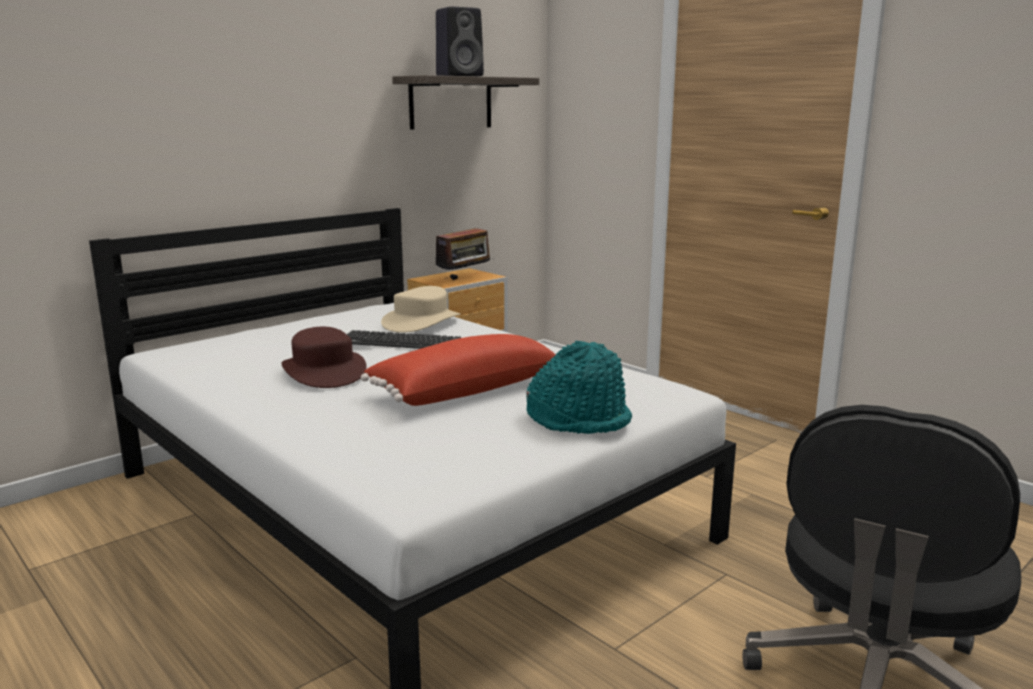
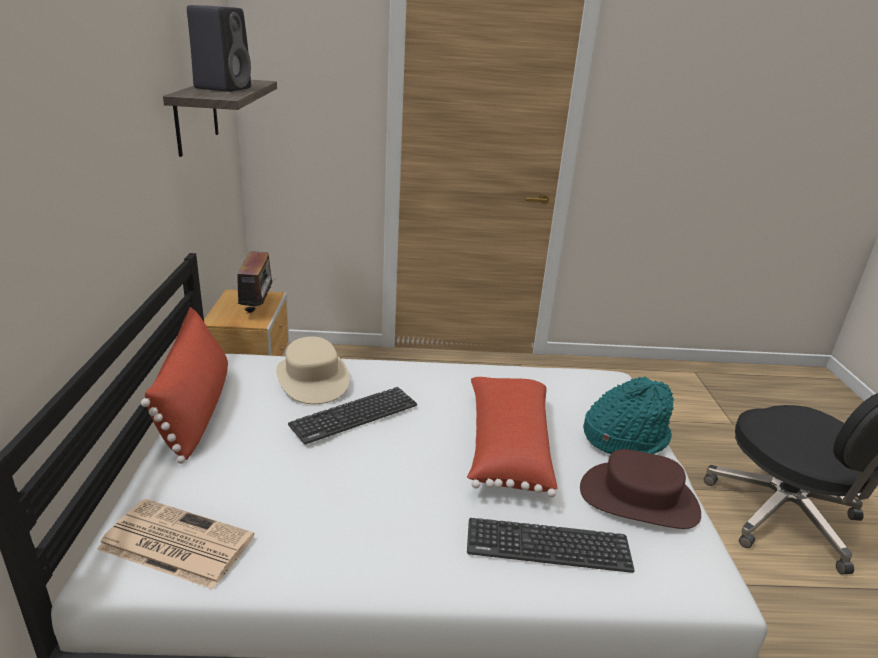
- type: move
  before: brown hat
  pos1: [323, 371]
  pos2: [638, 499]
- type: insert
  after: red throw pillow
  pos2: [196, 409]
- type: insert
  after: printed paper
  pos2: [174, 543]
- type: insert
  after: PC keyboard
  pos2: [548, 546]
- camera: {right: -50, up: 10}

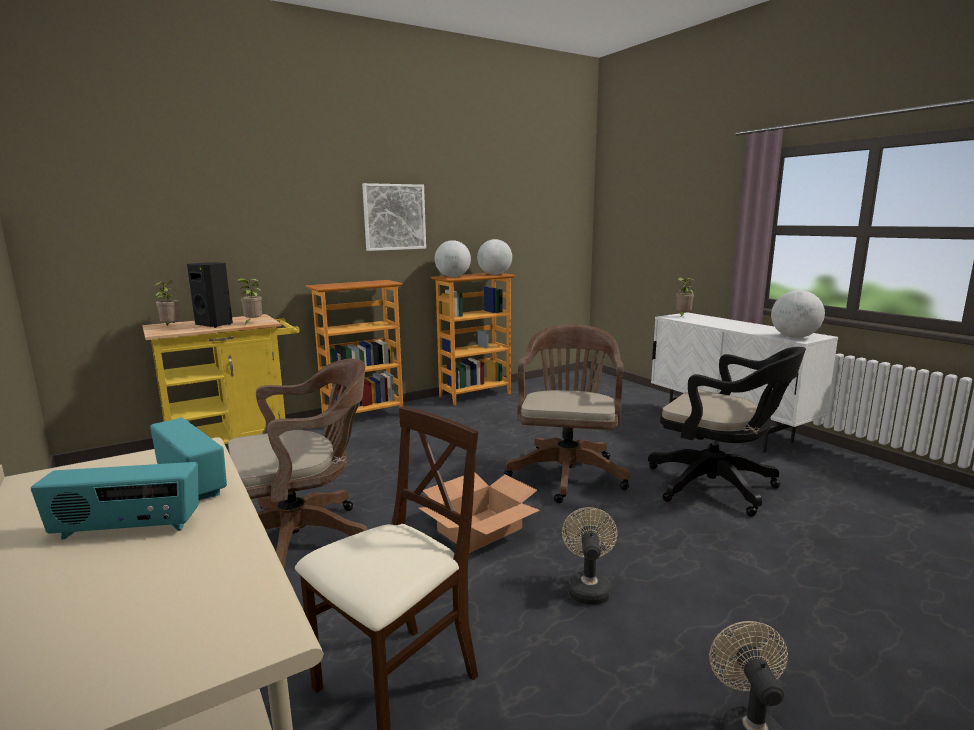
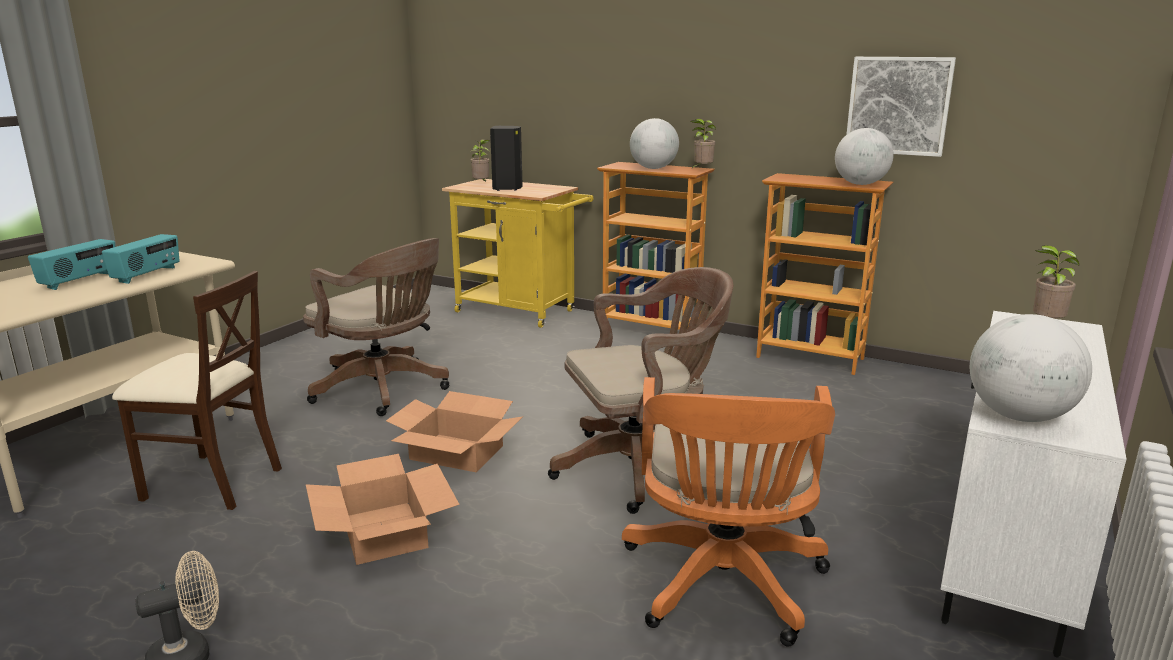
- type: move
  before: picture
  pos1: [394, 217]
  pos2: [898, 105]
- type: move
  before: desk globe
  pos1: [453, 277]
  pos2: [653, 168]
- type: move
  before: houseplant
  pos1: [252, 323]
  pos2: [701, 169]
- type: recolor
  before: blackish desk chair
  after: orange desk chair
  pos1: [718, 487]
  pos2: [723, 587]
- type: rotate
  before: radio set
  pos1: [126, 529]
  pos2: [80, 281]
  turn: -120
- type: replace
  before: beige electric fan
  after: packing box
  pos1: [588, 587]
  pos2: [384, 532]
- camera: {right: 60, up: 5}

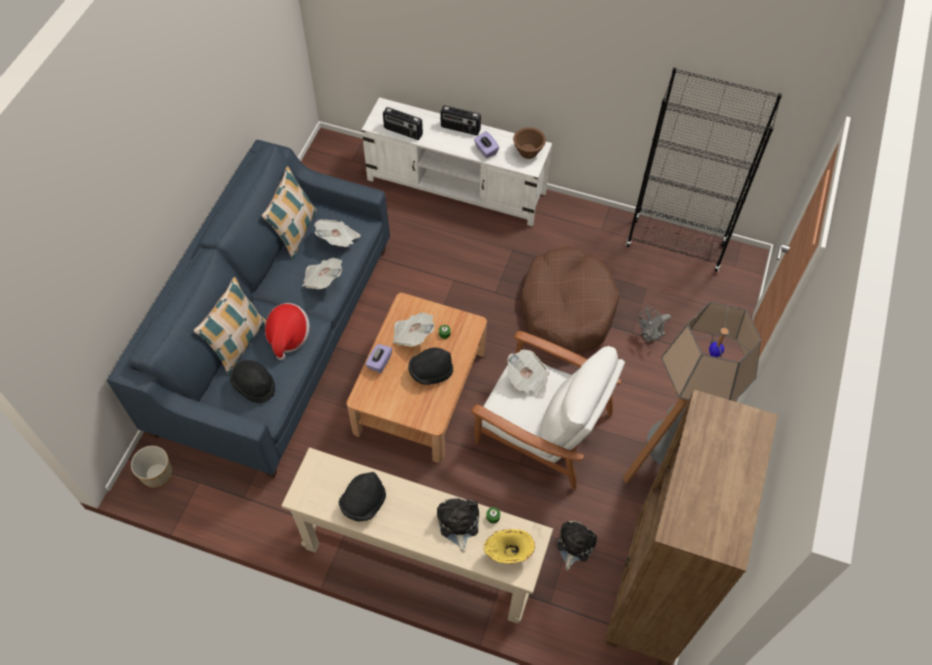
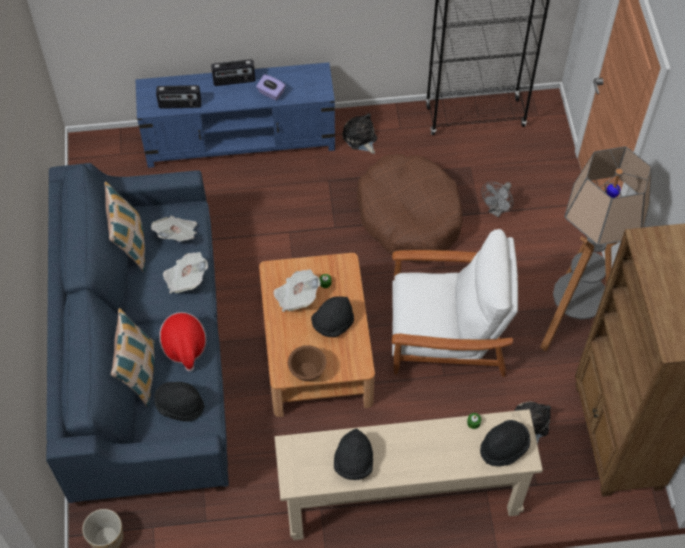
- type: recolor
  before: white media console
  after: blue-coloured media console
  pos1: [457, 187]
  pos2: [241, 140]
- type: move
  before: brown bowl
  pos1: [528, 152]
  pos2: [307, 372]
- type: delete
  before: purple-coloured box of tissues
  pos1: [379, 362]
- type: delete
  before: printed paper
  pos1: [527, 380]
- type: move
  before: cuddly toy
  pos1: [458, 523]
  pos2: [360, 138]
- type: replace
  before: yellowish vase
  after: blackish hat
  pos1: [508, 553]
  pos2: [504, 447]
- camera: {right: -25, up: 0}

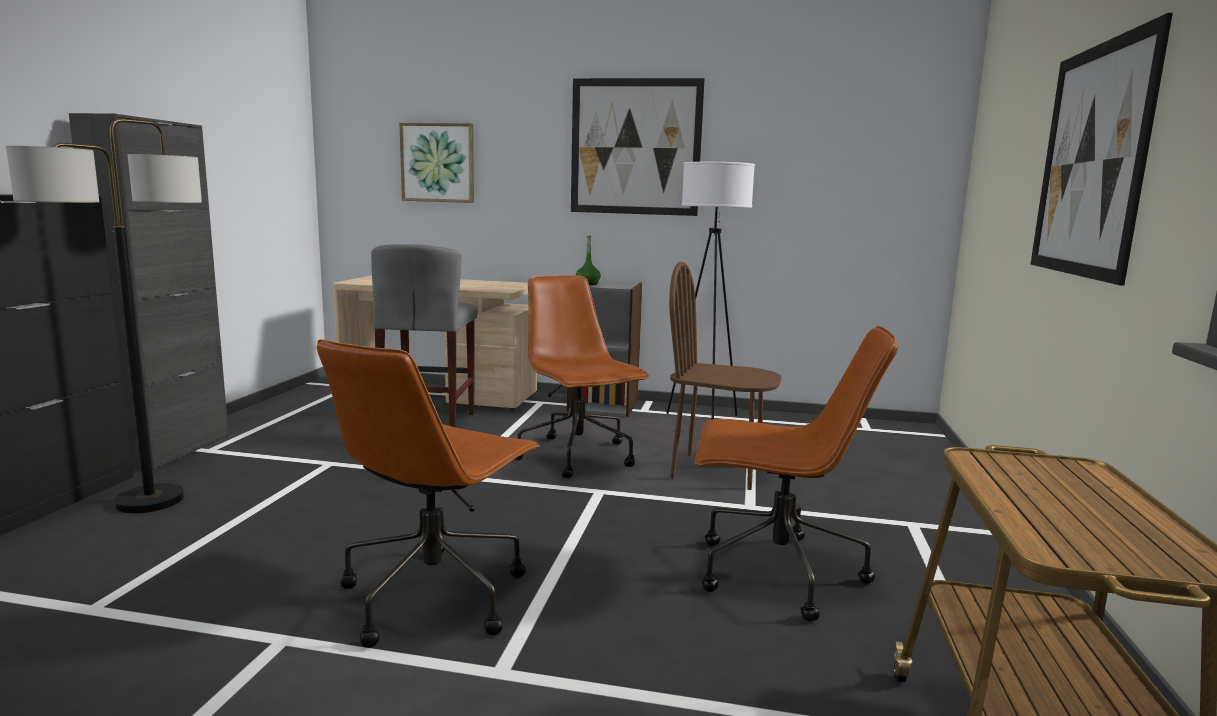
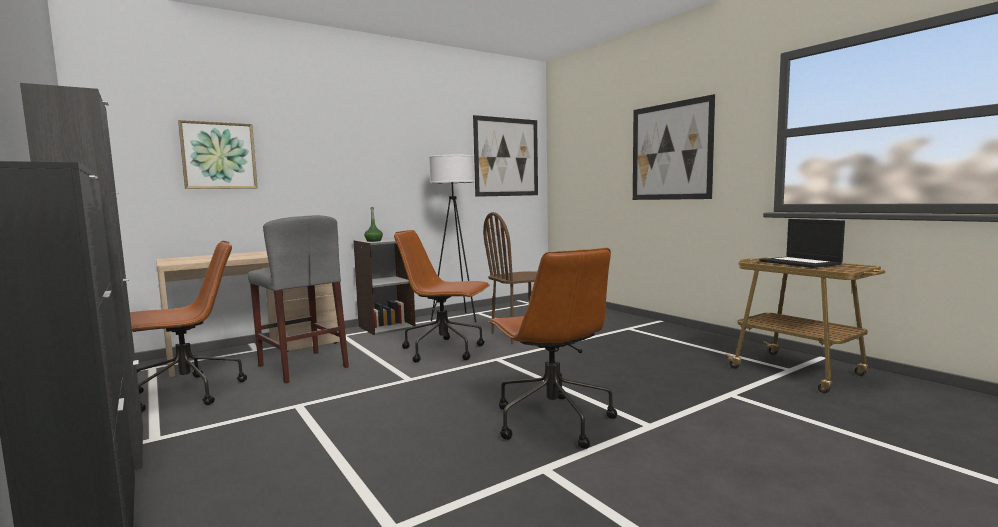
- type: move
  before: picture
  pos1: [635, 147]
  pos2: [506, 157]
- type: delete
  before: floor lamp
  pos1: [149, 501]
- type: move
  before: brown desk chair
  pos1: [775, 573]
  pos2: [185, 393]
- type: insert
  after: laptop
  pos2: [801, 263]
- camera: {right: -45, up: -5}

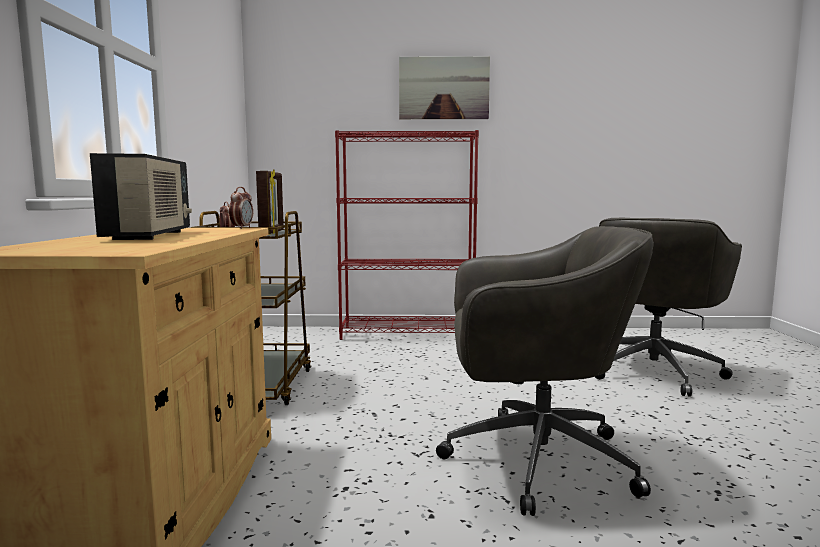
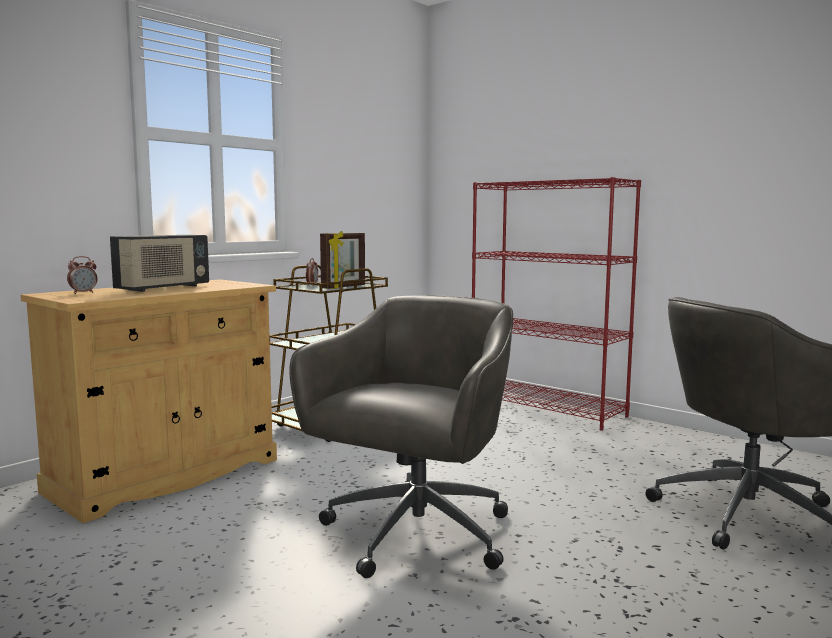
- type: delete
  before: picture
  pos1: [444, 88]
- type: move
  before: alarm clock
  pos1: [242, 228]
  pos2: [83, 293]
- type: rotate
  before: greyish desk chair
  pos1: [533, 460]
  pos2: [414, 535]
  turn: -105
- camera: {right: 40, up: 0}

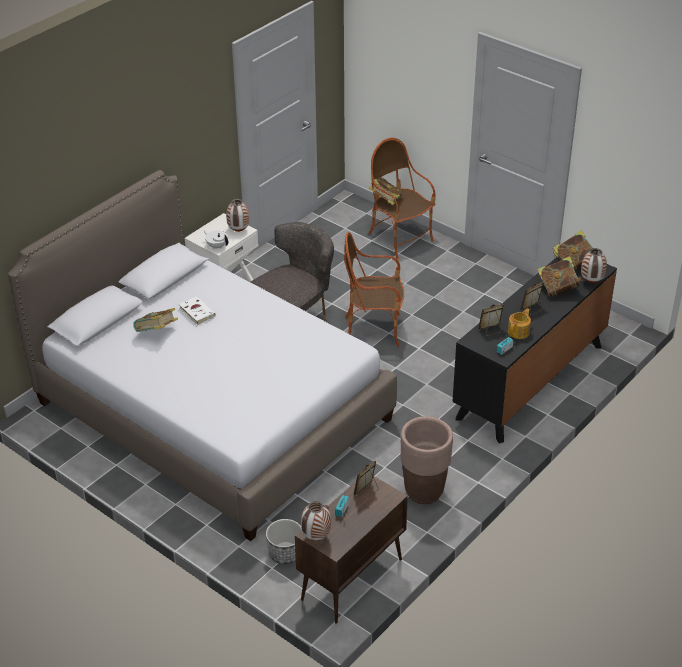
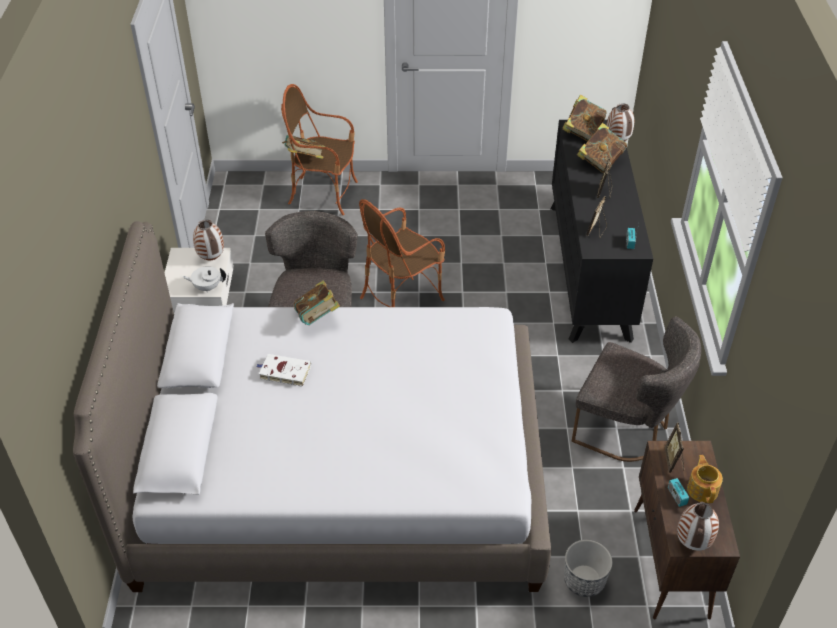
- type: move
  before: book
  pos1: [156, 333]
  pos2: [317, 317]
- type: move
  before: tea pot
  pos1: [519, 331]
  pos2: [702, 489]
- type: replace
  before: brown planter
  after: greyish plain chair
  pos1: [424, 492]
  pos2: [627, 429]
- camera: {right: -40, up: 5}

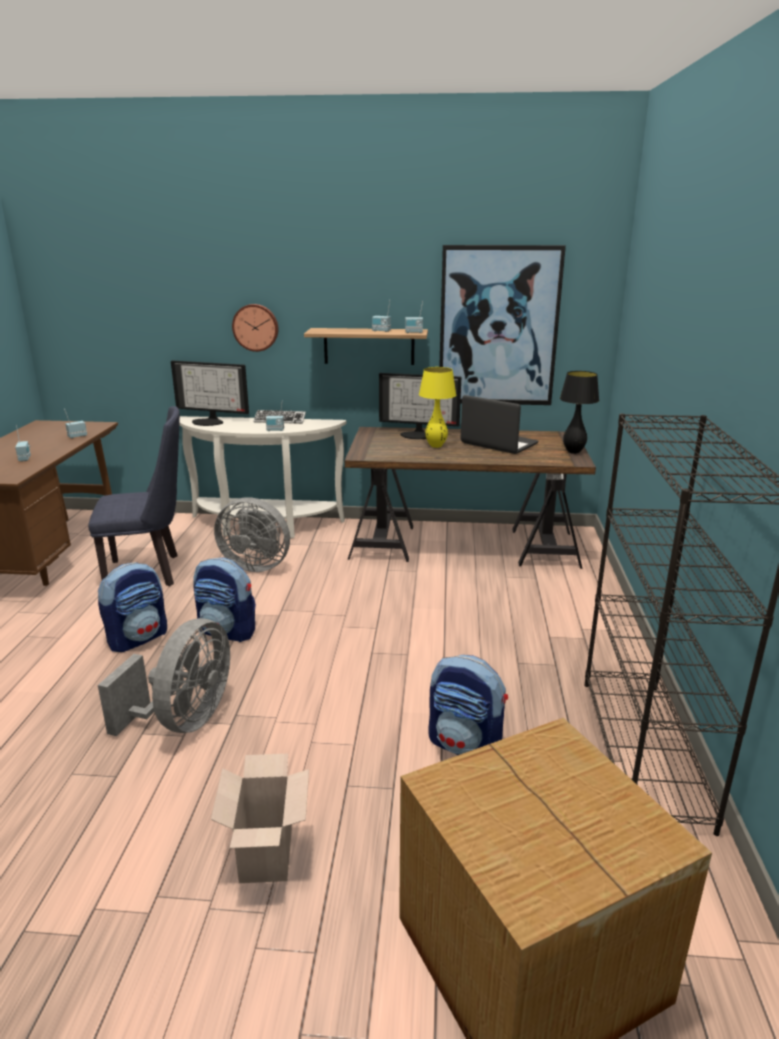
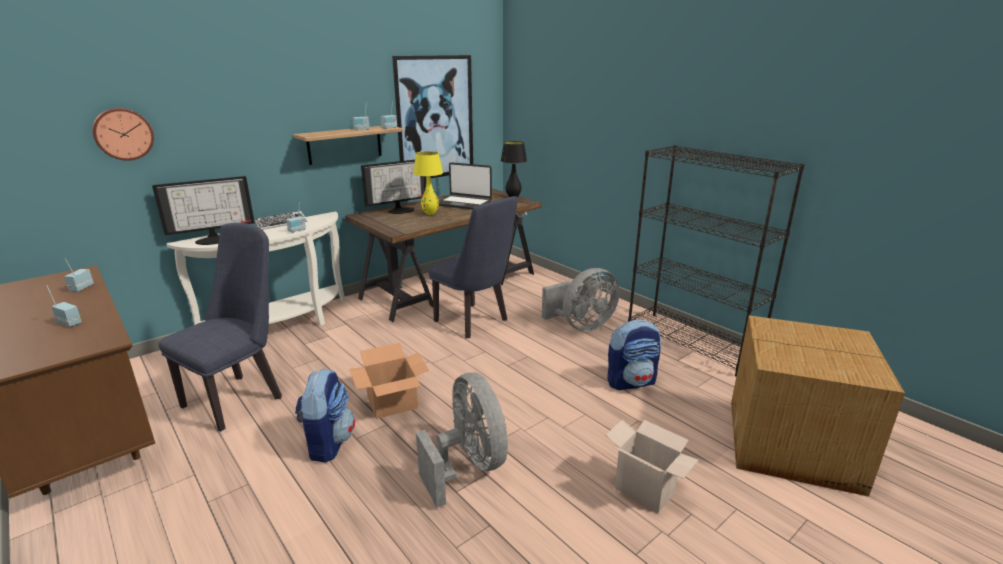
- type: move
  before: hanging clock
  pos1: [256, 327]
  pos2: [123, 134]
- type: rotate
  before: laptop
  pos1: [498, 444]
  pos2: [464, 203]
  turn: -150
- type: move
  before: greyish electric fan
  pos1: [256, 565]
  pos2: [582, 326]
- type: replace
  before: backpack
  after: packing box
  pos1: [228, 631]
  pos2: [393, 402]
- type: insert
  after: blue-coloured plain chair
  pos2: [475, 322]
- camera: {right: -45, up: 0}

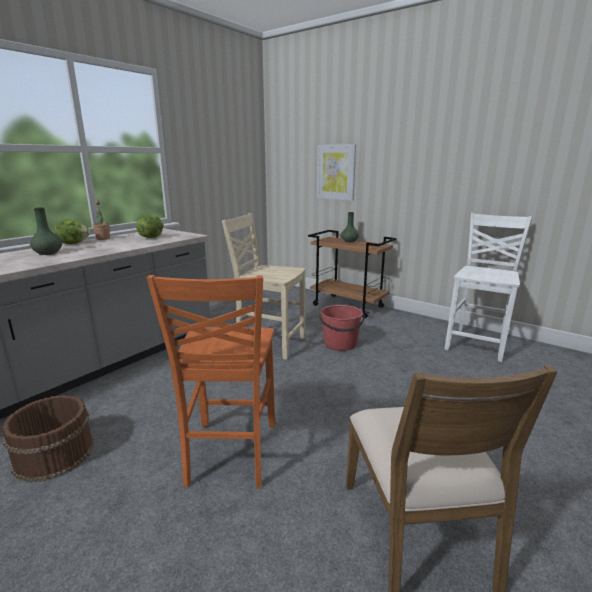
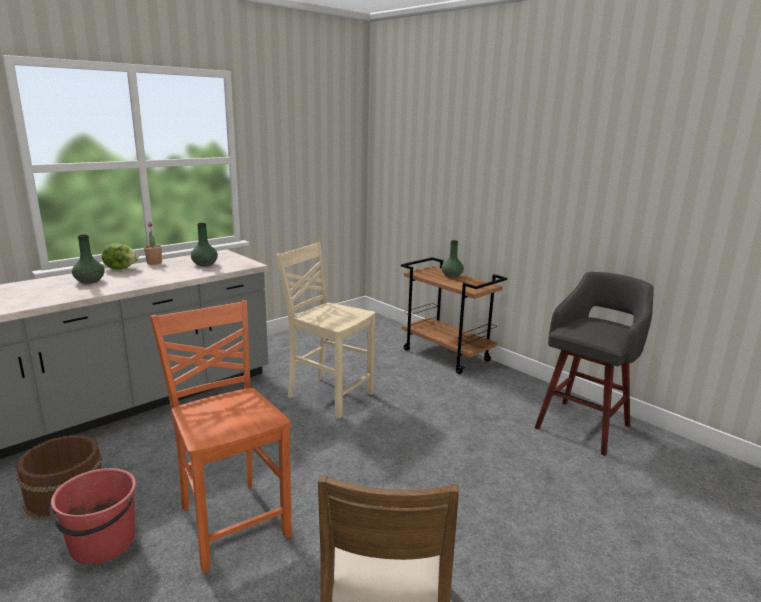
- type: delete
  before: picture
  pos1: [336, 172]
- type: replace
  before: white plain chair
  after: greyish stool seat
  pos1: [477, 344]
  pos2: [584, 425]
- type: replace
  before: head of lettuce
  after: green-coloured vase
  pos1: [151, 237]
  pos2: [204, 264]
- type: rotate
  before: orange plain chair
  pos1: [230, 454]
  pos2: [232, 521]
  turn: 135
- type: move
  before: red water bucket
  pos1: [340, 344]
  pos2: [102, 543]
- camera: {right: 10, up: 0}

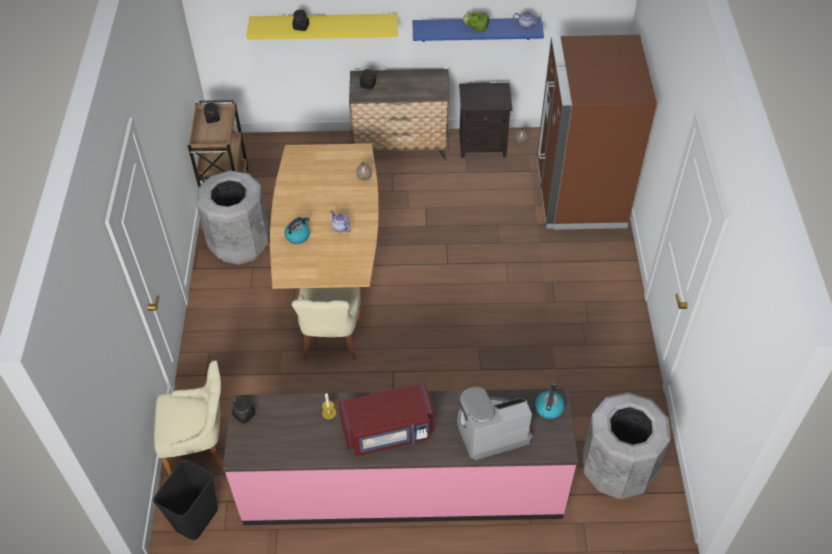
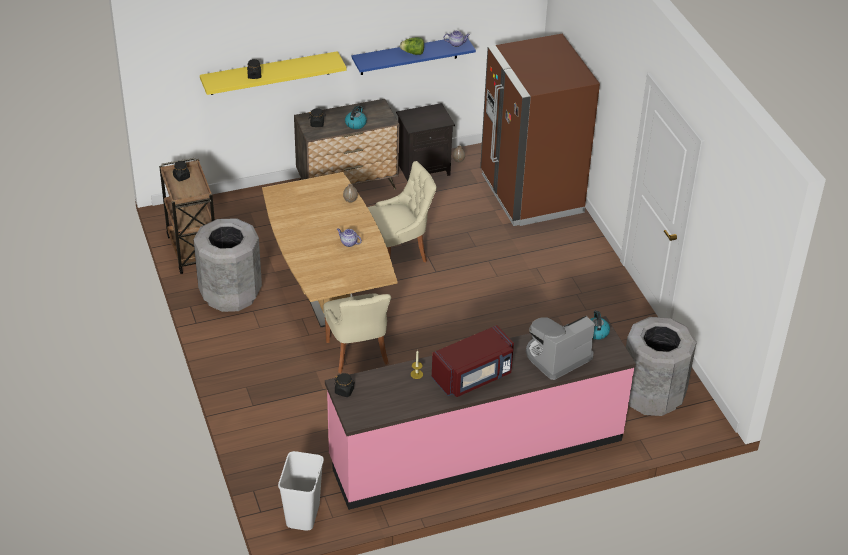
- type: move
  before: tea kettle
  pos1: [298, 235]
  pos2: [356, 124]
- type: move
  before: beige plain chair
  pos1: [201, 447]
  pos2: [399, 253]
- type: recolor
  before: blackish trash can
  after: white trash can
  pos1: [197, 519]
  pos2: [303, 515]
- camera: {right: -20, up: -10}

